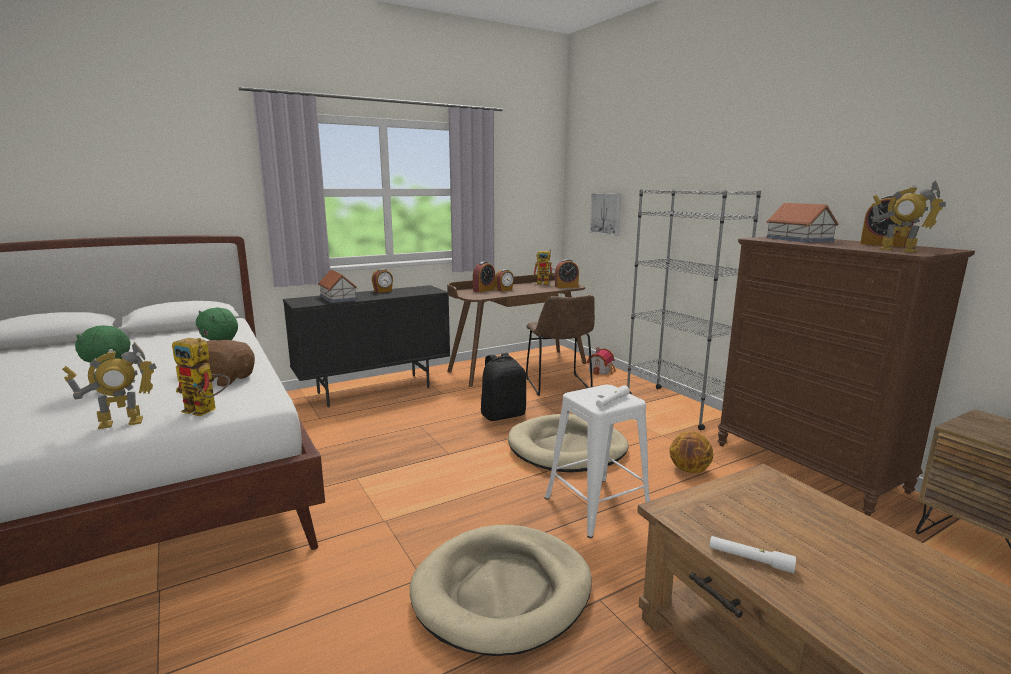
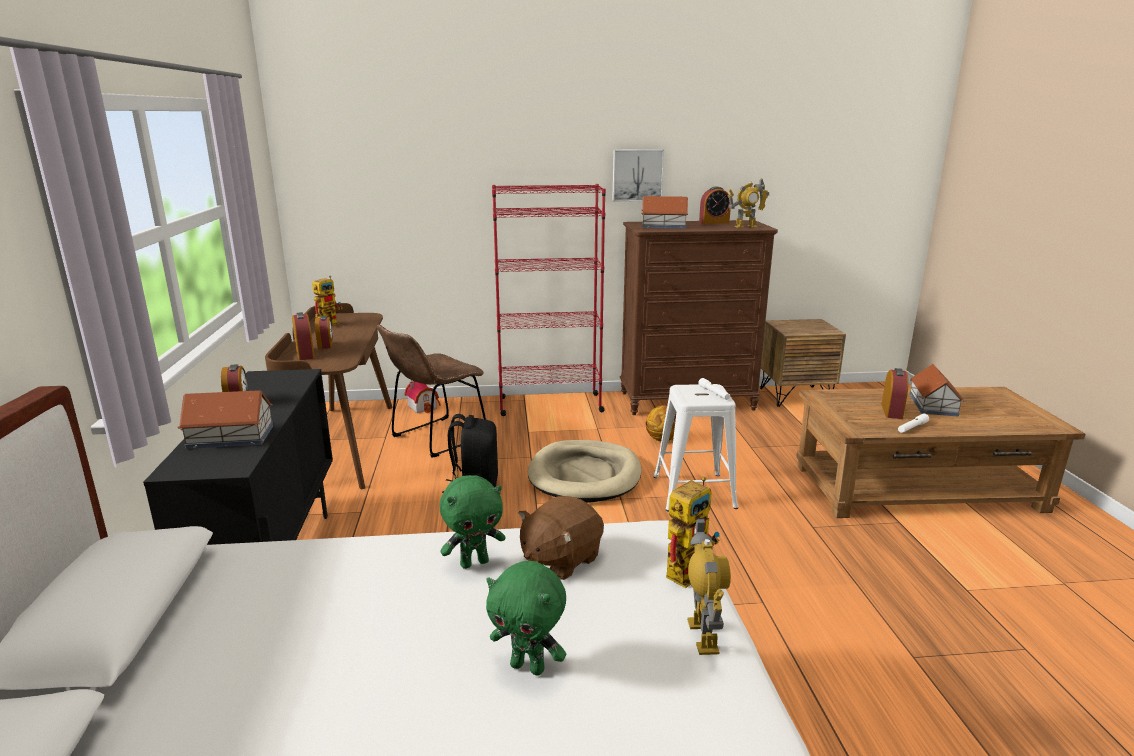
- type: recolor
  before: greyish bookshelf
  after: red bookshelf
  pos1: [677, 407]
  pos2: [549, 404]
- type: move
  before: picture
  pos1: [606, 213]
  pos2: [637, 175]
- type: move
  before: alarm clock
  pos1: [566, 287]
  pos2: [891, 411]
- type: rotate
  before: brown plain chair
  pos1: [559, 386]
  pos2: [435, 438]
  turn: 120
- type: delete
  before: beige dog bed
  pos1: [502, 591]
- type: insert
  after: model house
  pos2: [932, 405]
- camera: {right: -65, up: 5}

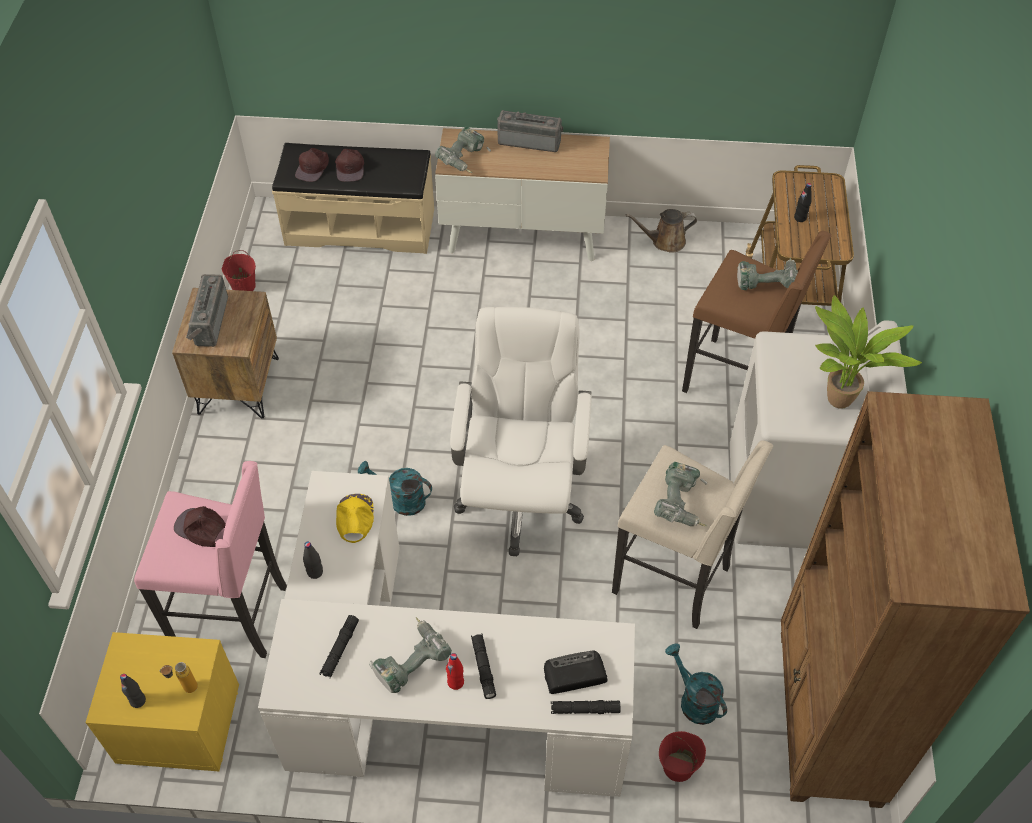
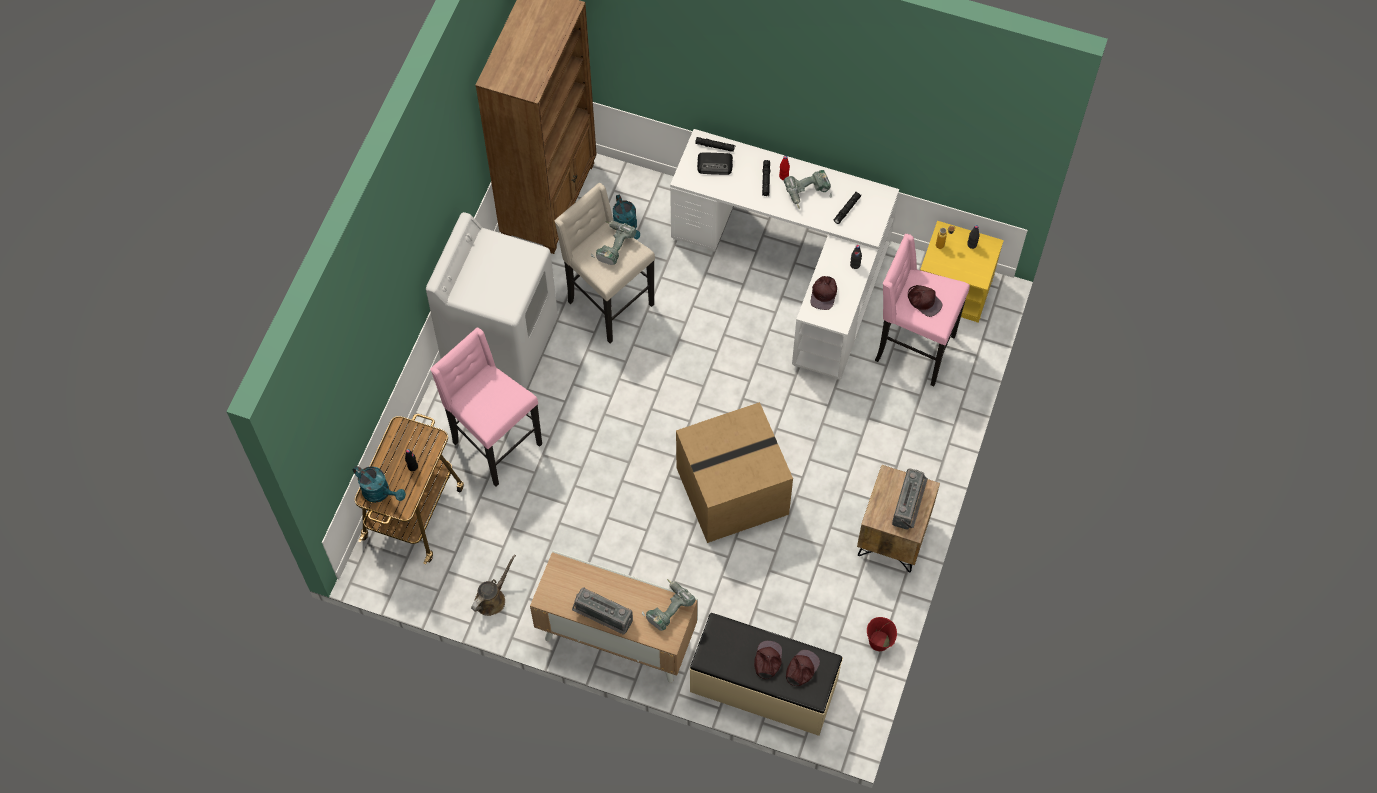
- type: rotate
  before: brown sprinkling can
  pos1: [665, 241]
  pos2: [492, 598]
  turn: -60
- type: recolor
  before: brown stool seat
  after: pinkish stool seat
  pos1: [737, 380]
  pos2: [494, 444]
- type: delete
  before: power drill
  pos1: [766, 281]
- type: delete
  before: houseplant
  pos1: [837, 403]
- type: delete
  before: white desk chair
  pos1: [520, 496]
- type: move
  before: turquoise-coloured sprinkling can
  pos1: [401, 499]
  pos2: [380, 492]
- type: recolor
  before: yellowish baseball cap
  after: brown baseball cap
  pos1: [354, 518]
  pos2: [824, 294]
- type: delete
  before: red water bucket
  pos1: [678, 766]
- type: insert
  after: packing box
  pos2: [731, 492]
- camera: {right: -165, up: 10}

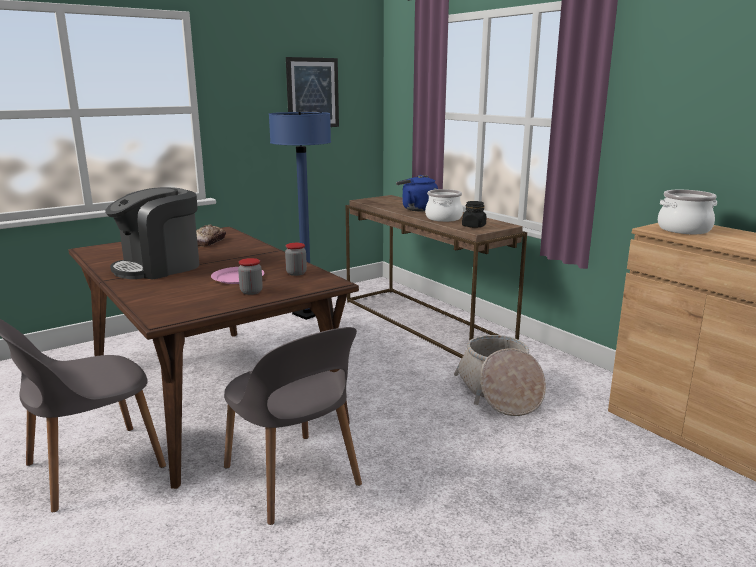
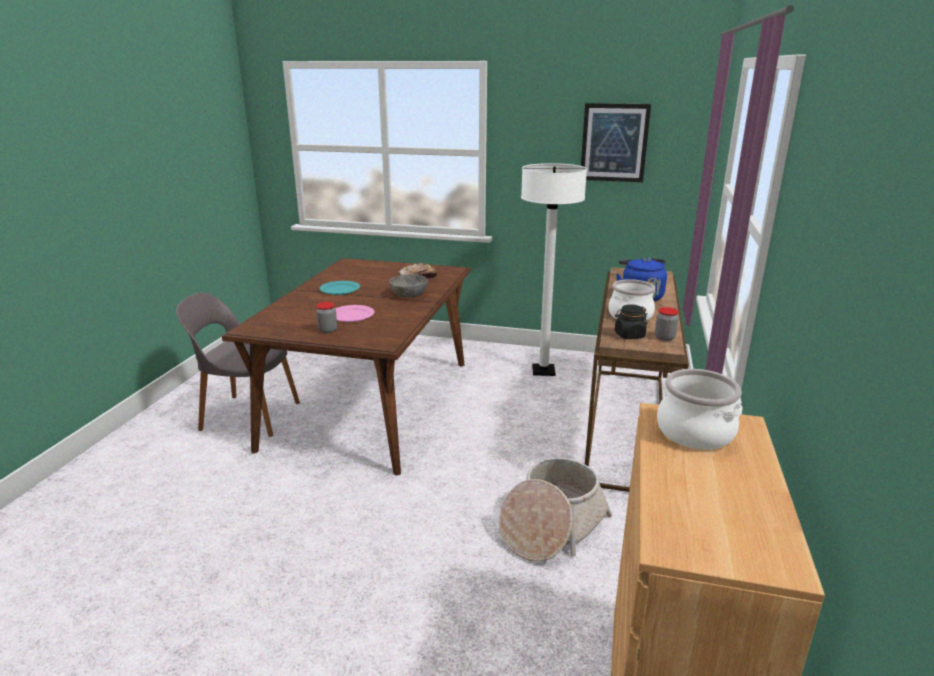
- type: recolor
  before: blue-coloured floor lamp
  after: white floor lamp
  pos1: [307, 314]
  pos2: [543, 371]
- type: replace
  before: coffee brewer
  after: turquoise-coloured flat dish
  pos1: [159, 267]
  pos2: [340, 290]
- type: move
  before: preserve jar
  pos1: [296, 273]
  pos2: [664, 337]
- type: delete
  before: greyish plain chair
  pos1: [292, 478]
- type: insert
  after: greyish bowl
  pos2: [409, 295]
- camera: {right: 50, up: 5}

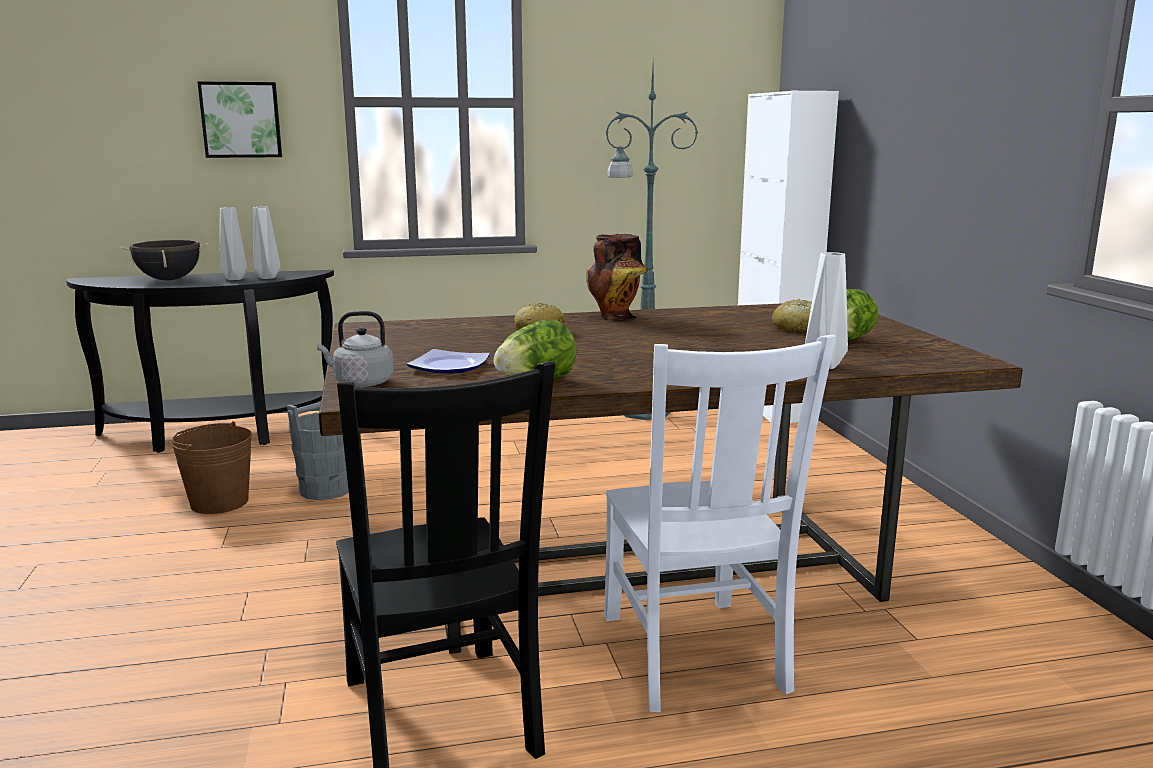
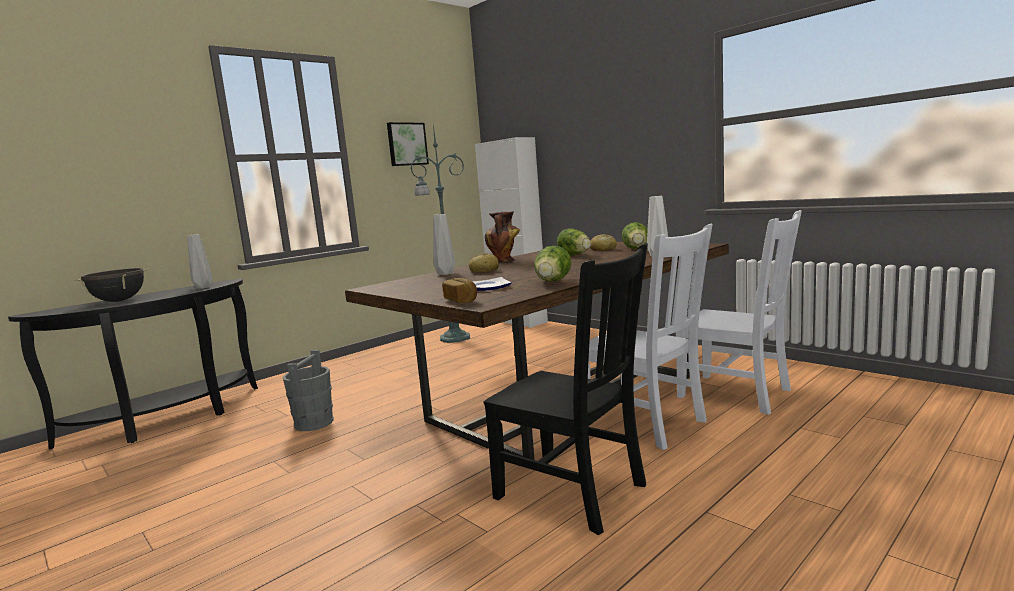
- type: move
  before: picture
  pos1: [241, 120]
  pos2: [406, 144]
- type: move
  before: greyish vase
  pos1: [234, 279]
  pos2: [446, 274]
- type: replace
  before: greyish tea kettle
  after: bakery bread
  pos1: [360, 383]
  pos2: [461, 300]
- type: delete
  before: brown water bucket
  pos1: [219, 502]
- type: insert
  after: white plain chair
  pos2: [738, 394]
- type: insert
  after: head of lettuce
  pos2: [575, 255]
- camera: {right: -30, up: -5}

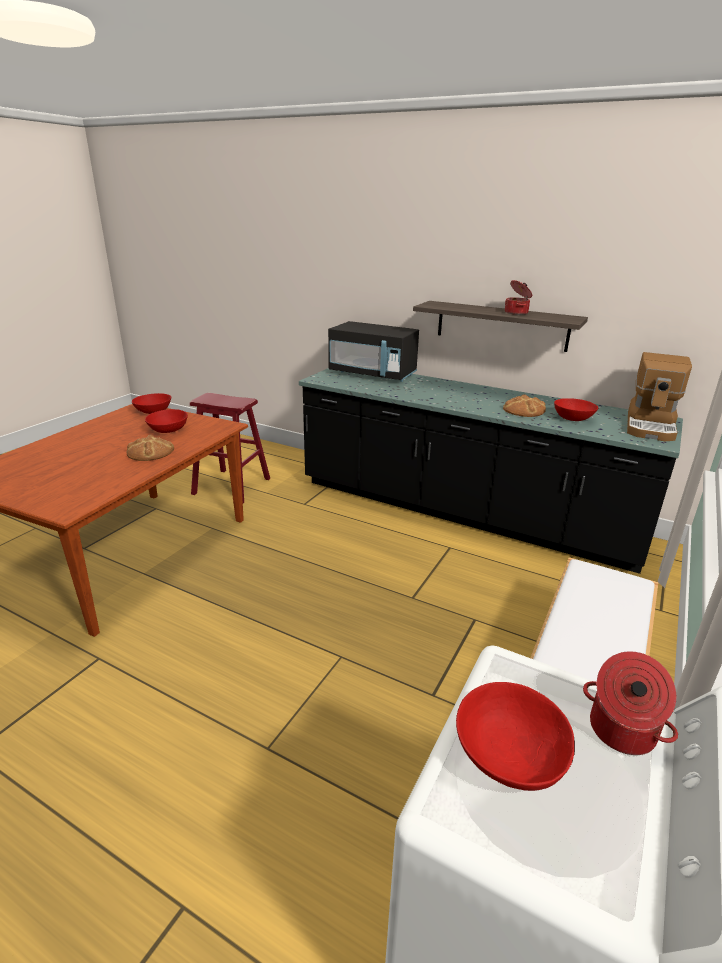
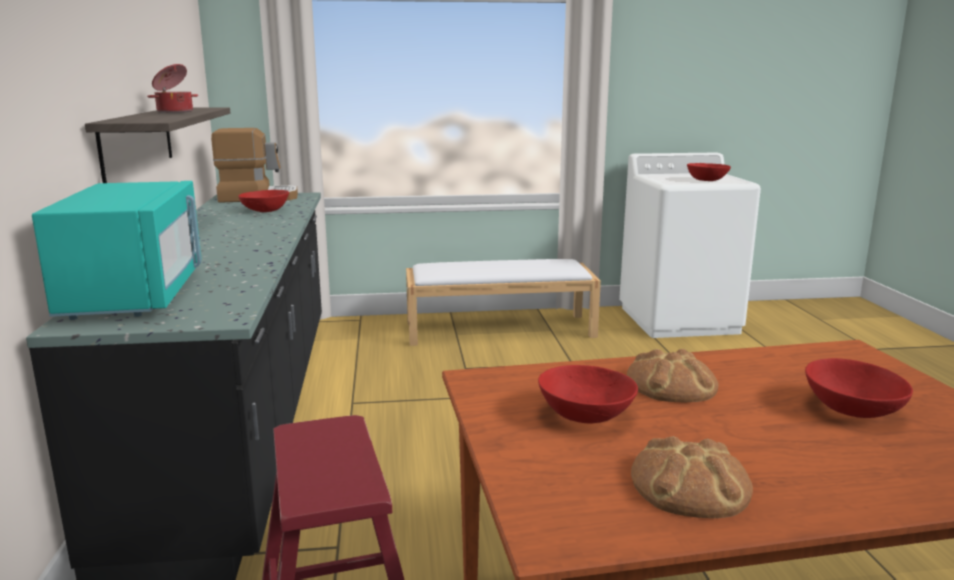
- type: recolor
  before: blackish kitchen microwave
  after: turquoise-coloured kitchen microwave
  pos1: [373, 374]
  pos2: [137, 294]
- type: move
  before: red bowl
  pos1: [154, 411]
  pos2: [850, 409]
- type: move
  before: bakery bread
  pos1: [524, 410]
  pos2: [690, 484]
- type: delete
  before: cooking pot
  pos1: [621, 731]
- camera: {right: -125, up: -10}

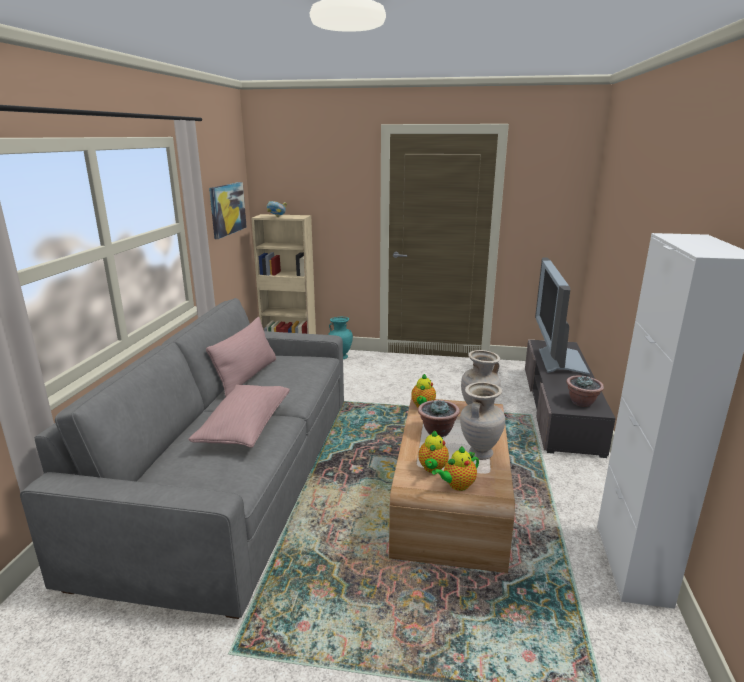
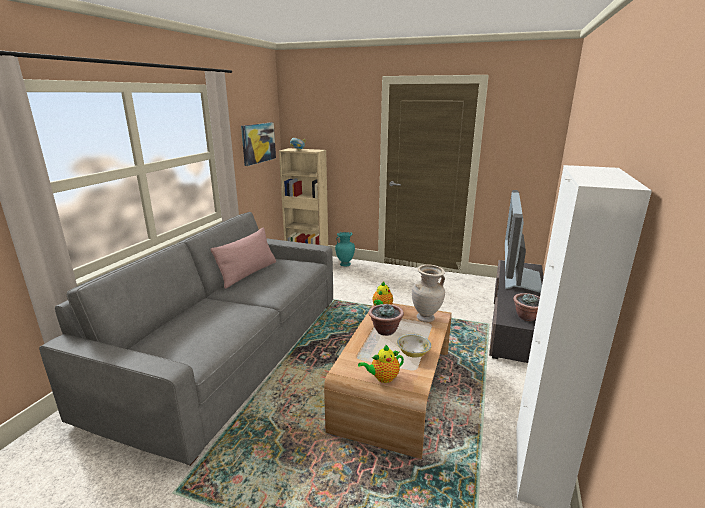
- type: replace
  before: beige vase
  after: bowl
  pos1: [479, 454]
  pos2: [413, 353]
- type: delete
  before: pinkish throw pillow
  pos1: [245, 428]
- type: delete
  before: tea pot
  pos1: [432, 469]
- camera: {right: 10, up: 0}

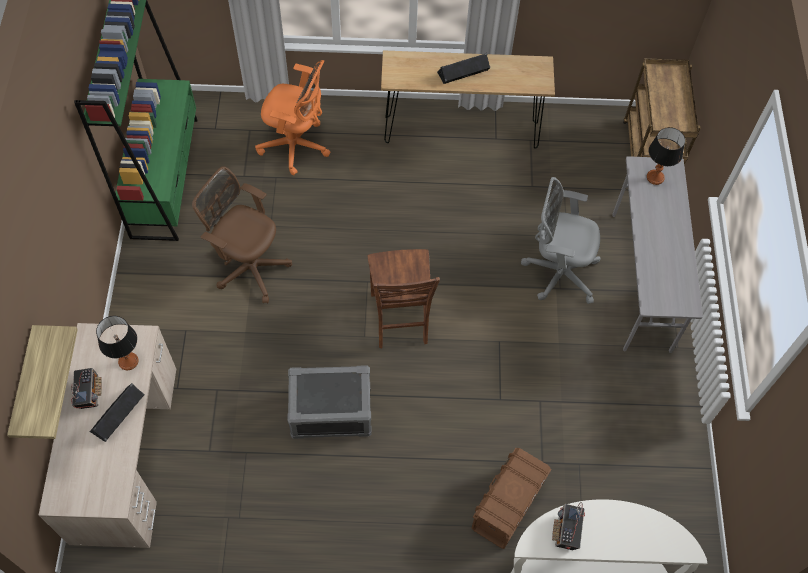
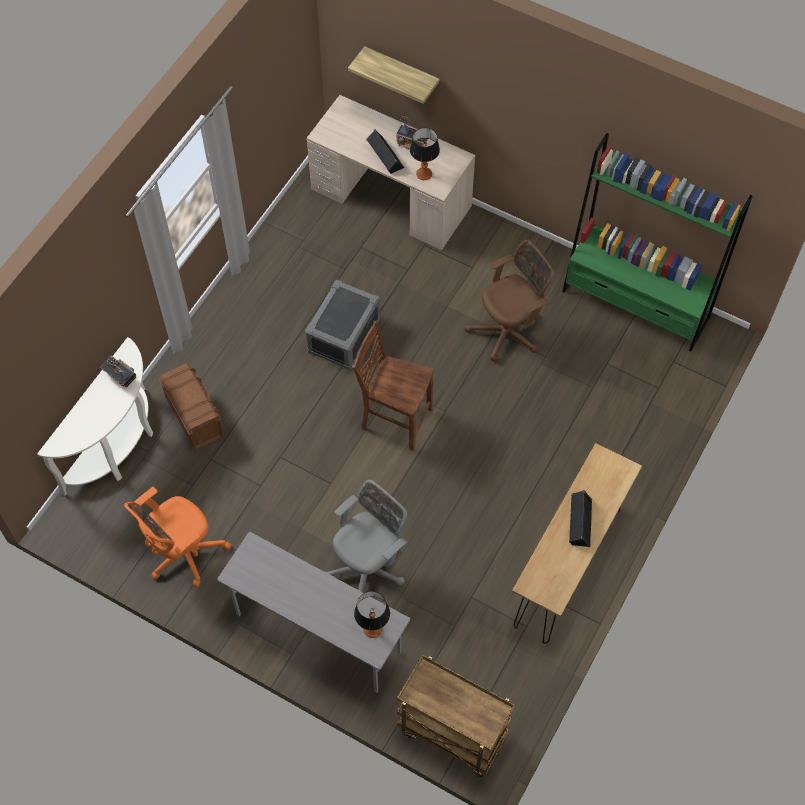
- type: move
  before: orange desk chair
  pos1: [296, 146]
  pos2: [183, 554]
- camera: {right: 120, up: 0}

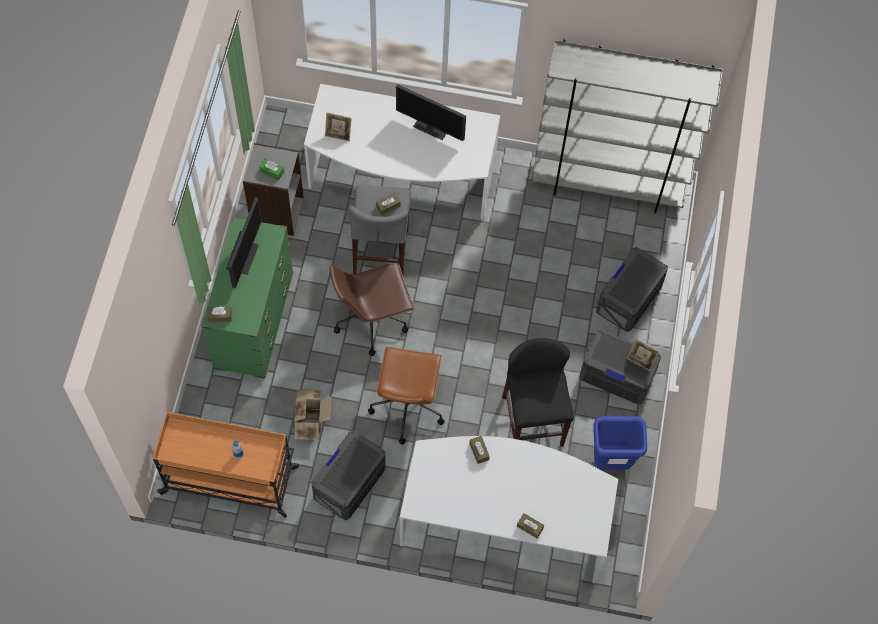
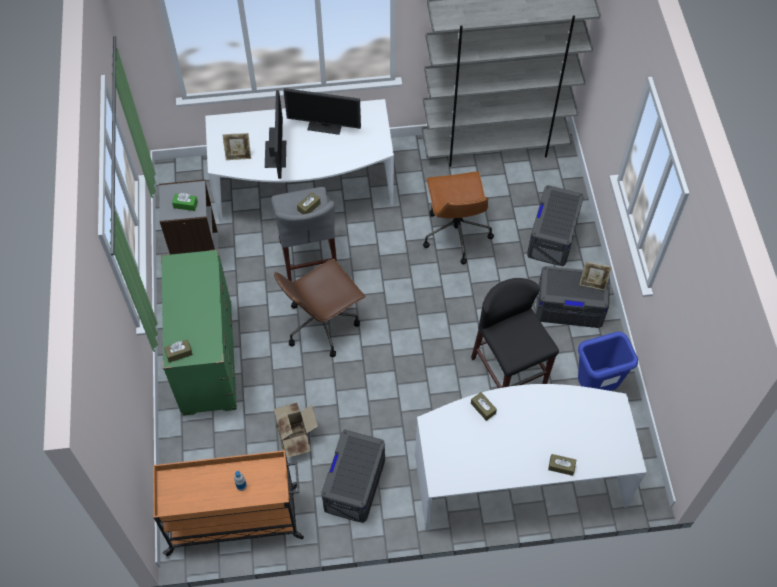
- type: move
  before: computer display
  pos1: [243, 256]
  pos2: [275, 154]
- type: move
  before: brown desk chair
  pos1: [407, 406]
  pos2: [455, 233]
- camera: {right: -15, up: -5}

